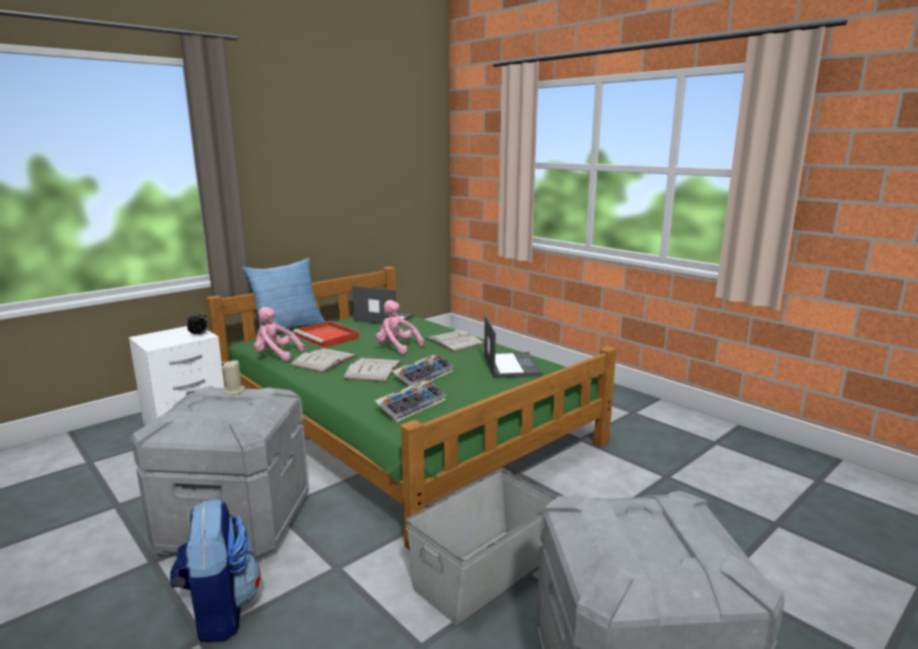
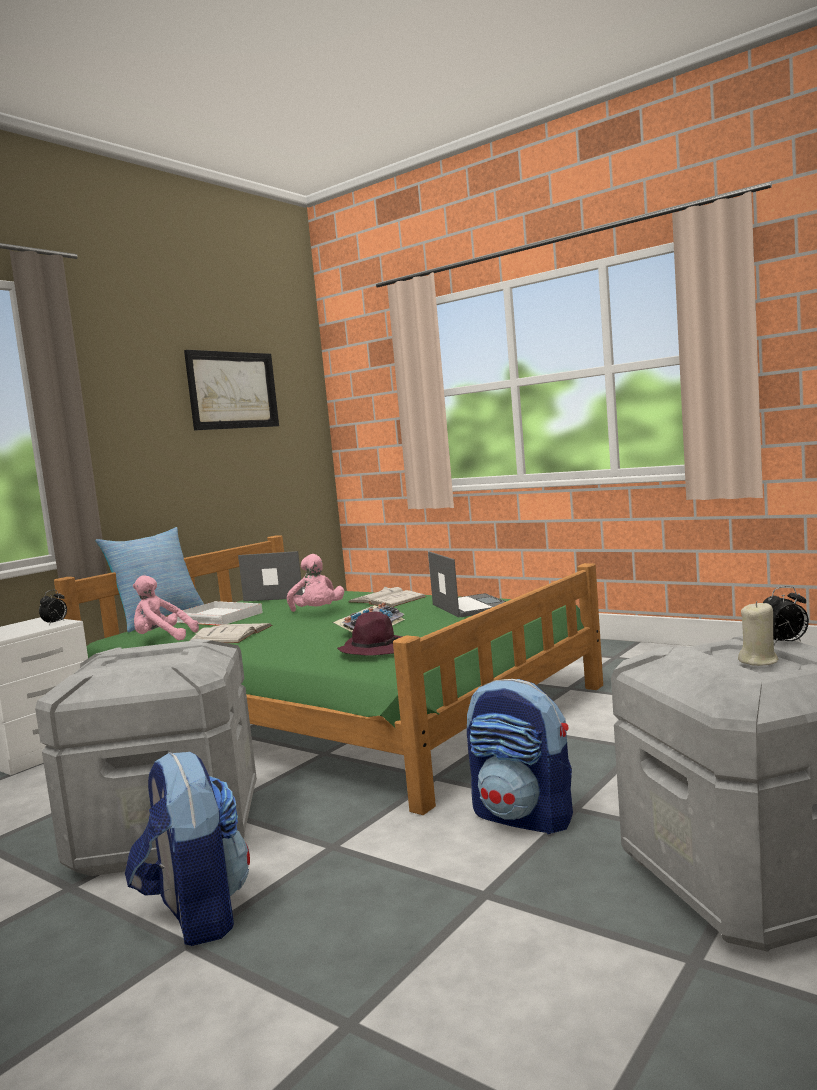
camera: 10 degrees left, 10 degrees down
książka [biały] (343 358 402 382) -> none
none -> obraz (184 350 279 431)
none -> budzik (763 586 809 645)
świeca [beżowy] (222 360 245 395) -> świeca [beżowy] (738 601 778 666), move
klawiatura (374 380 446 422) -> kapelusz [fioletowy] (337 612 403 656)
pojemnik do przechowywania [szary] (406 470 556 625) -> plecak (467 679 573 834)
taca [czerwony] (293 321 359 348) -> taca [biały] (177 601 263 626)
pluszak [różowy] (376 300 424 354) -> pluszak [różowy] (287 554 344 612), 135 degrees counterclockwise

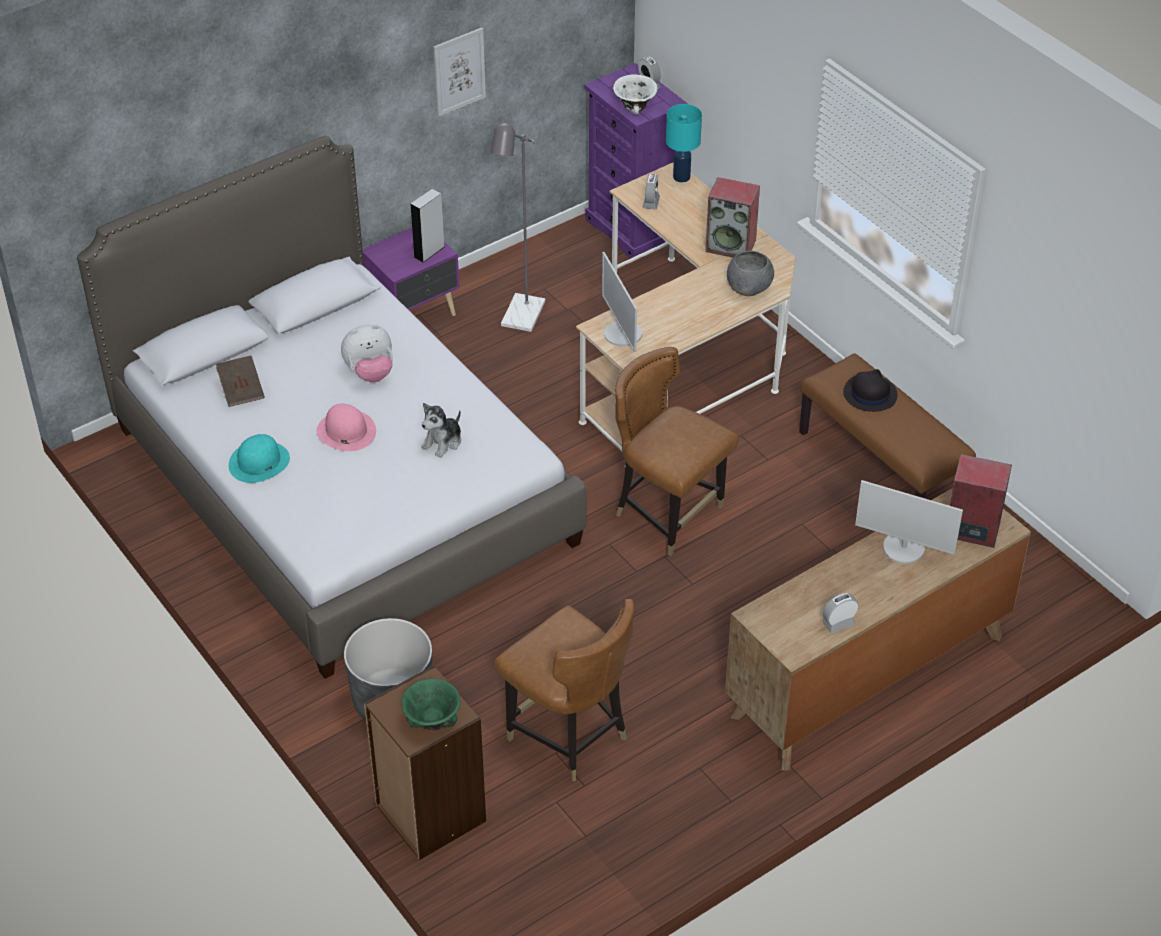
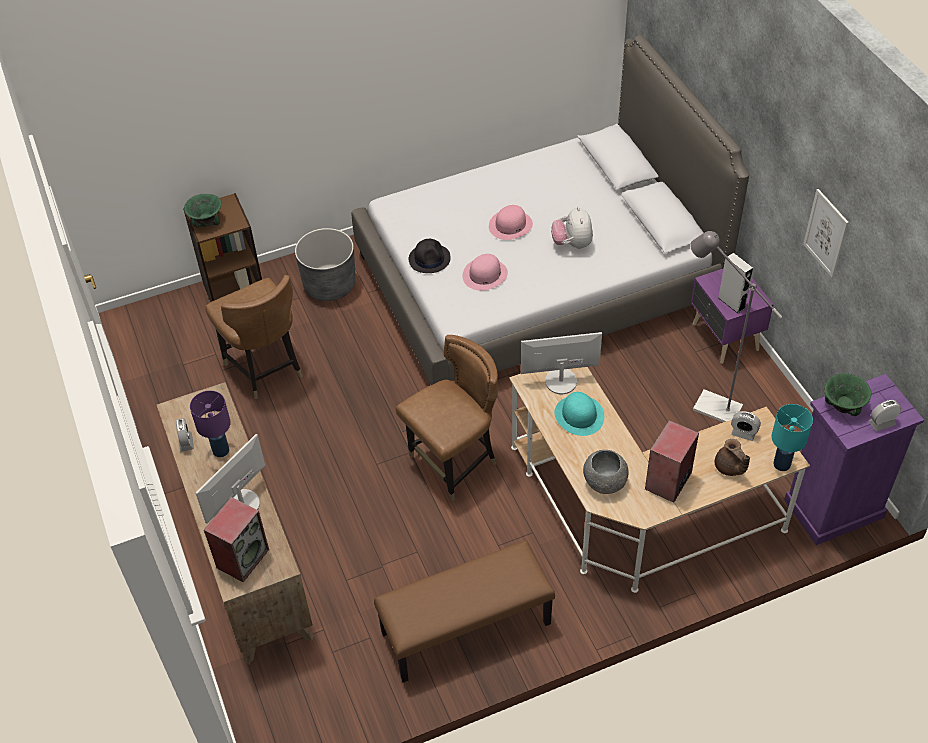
camera: 105 degrees right, 5 degrees up
książka [brązowy] (216 356 265 407) -> none
none -> lampa stołowa [fioletowy] (190 391 231 457)
none -> imbryk [brązowy] (715 439 750 476)
kapelusz [turkusowy] (229 434 290 483) -> kapelusz [turkusowy] (554 392 604 436), move
kapelusz [czarny] (843 369 898 412) -> kapelusz [czarny] (409 239 451 273), move
pluszak (421 403 461 458) -> kapelusz [różowy] (463 254 508 291)
miska [biały] (613 74 658 115) -> miska [zielony] (824 373 871 416)
krzesło [brązowy] (494 599 634 782) -> krzesło [brązowy] (205 275 303 399), 90 degrees counterclockwise

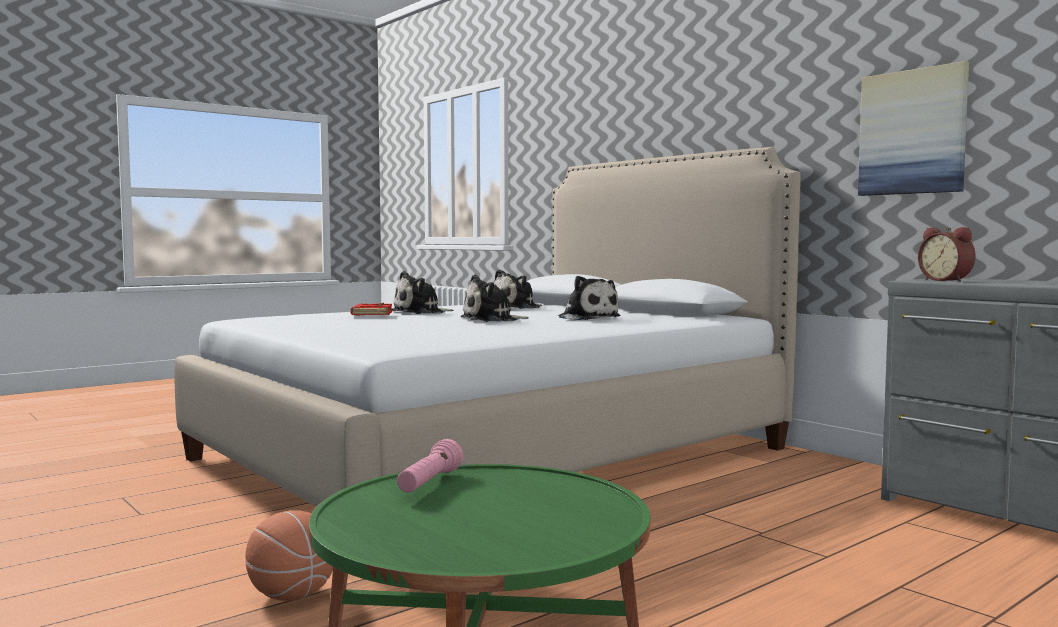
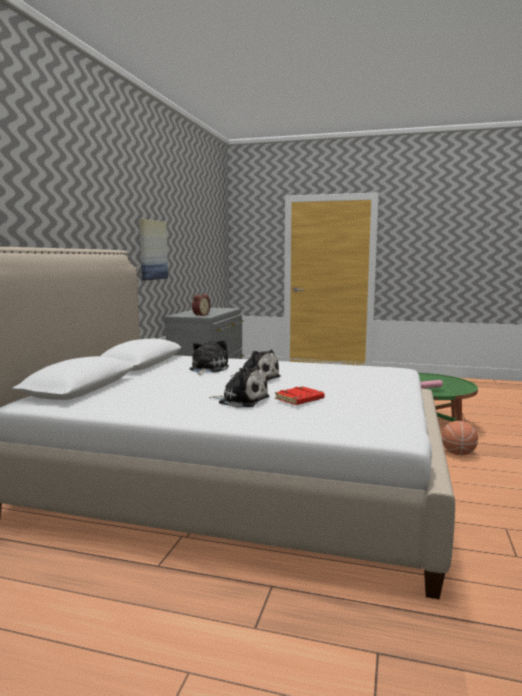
camera: 125 degrees left, 5 degrees up
pluszak (494 269 542 309) -> none

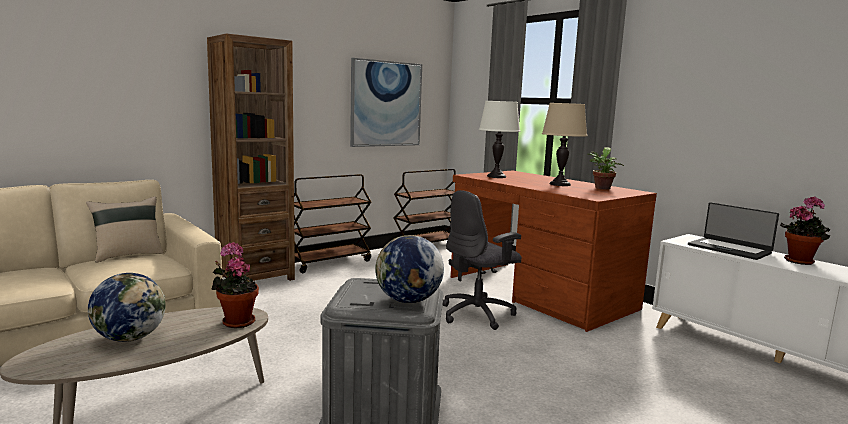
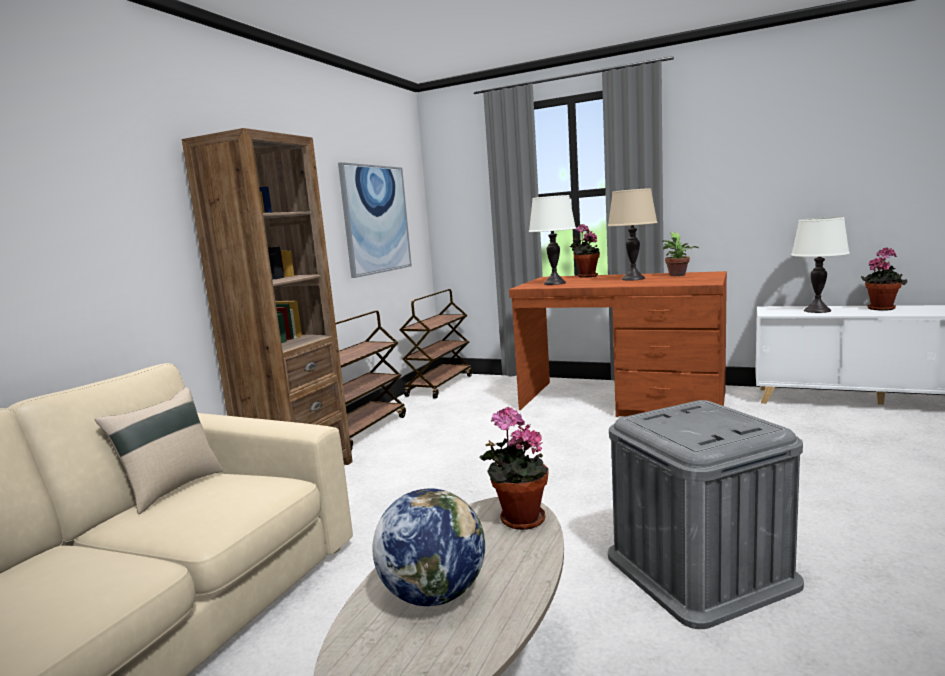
camera: 25 degrees left, 0 degrees up
globus (375 235 444 303) -> none
krzesło biurowe [szary] (443 190 522 330) -> none
none -> roślina doniczkowa (570 224 600 278)
laptop (688 202 779 260) -> lampa stołowa [biały] (791 217 850 313)

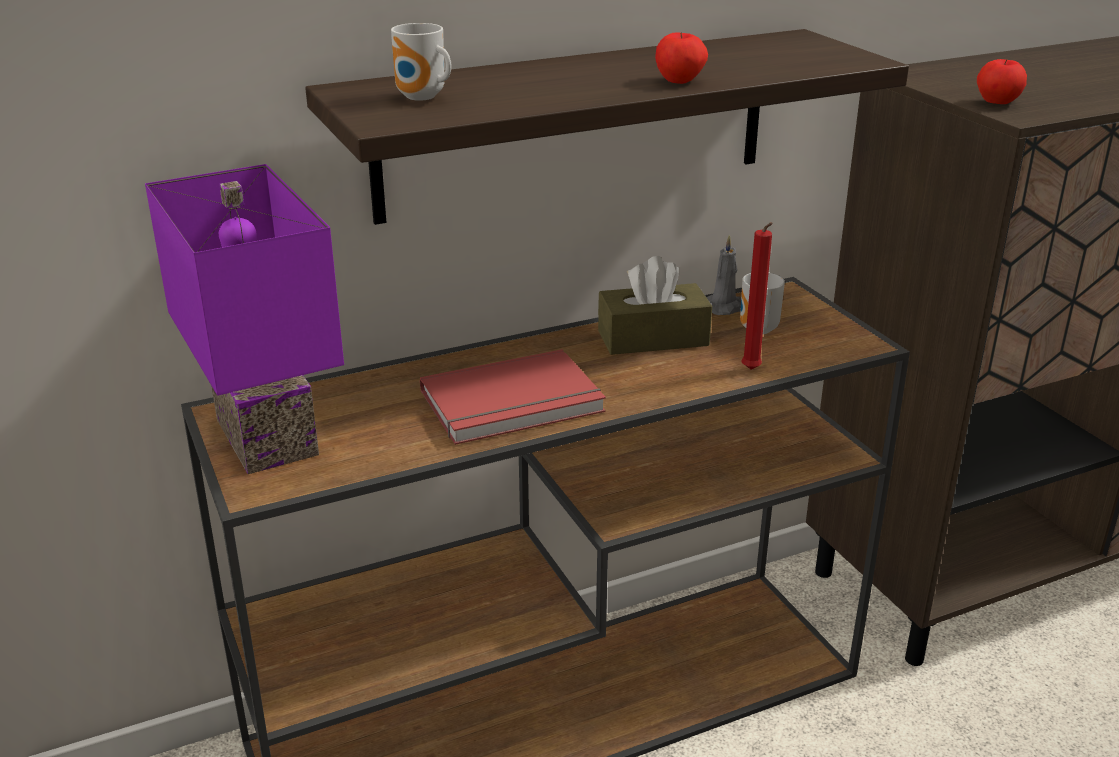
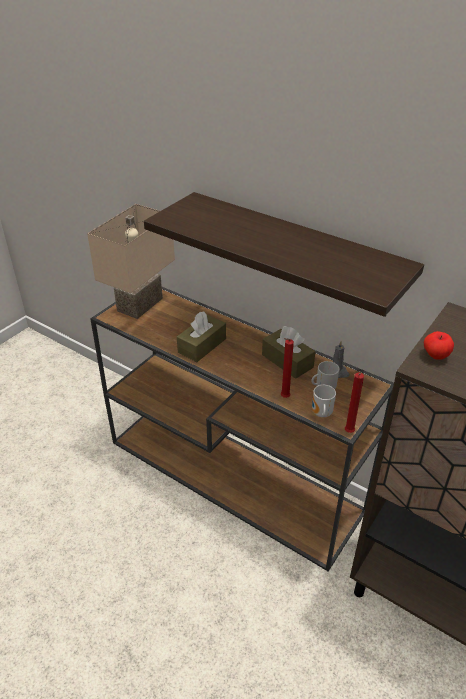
camera: 60 degrees right, 10 degrees up
jabłko (655 32 708 84) -> none
none -> świeca [czerwony] (345 372 364 433)
kubek (391 23 451 101) -> kubek (312 385 336 417), move
książka [czerwony] (420 349 606 445) -> pudełko chusteczek [brązowy] (177 311 226 362)
lampa stołowa [fioletowy] (145 164 344 474) -> lampa stołowa [beżowy] (87 204 175 319)

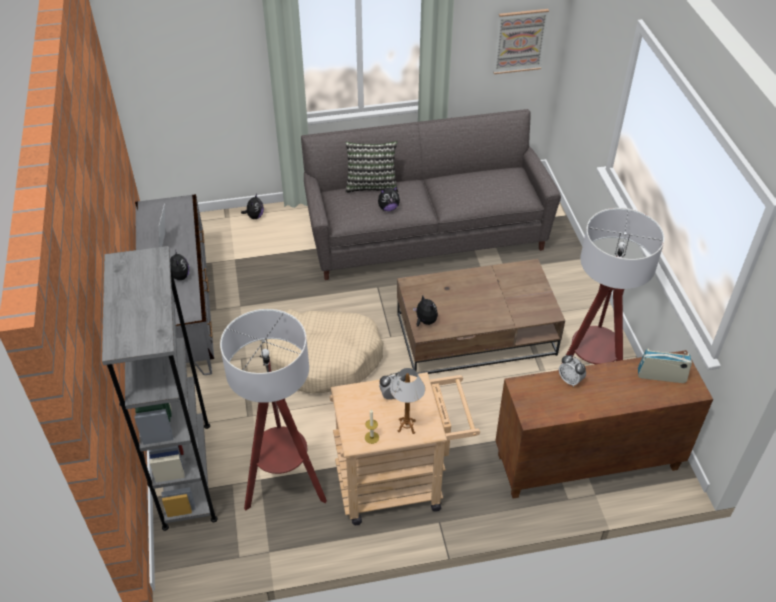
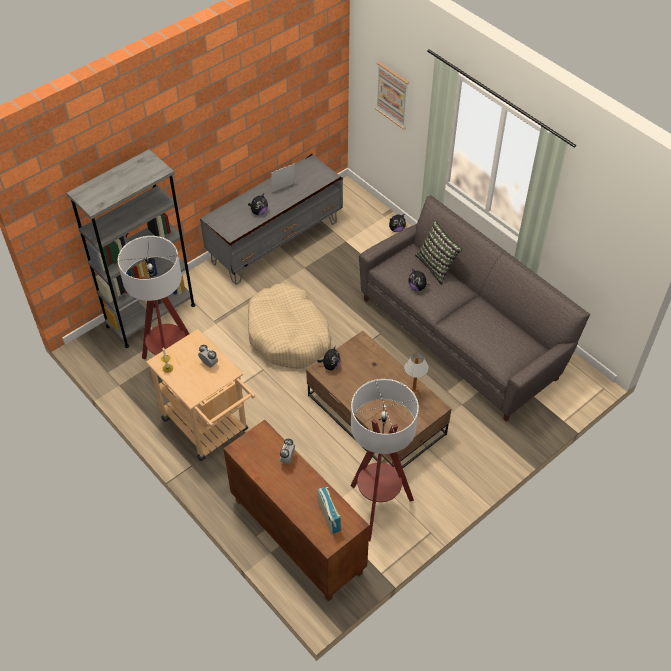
camera: 60 degrees right, 5 degrees up
lampa stołowa (390 368 425 434) -> lampa stołowa (404 354 429 396), move
obraz (493 9 549 74) -> obraz (375 62 409 130), move

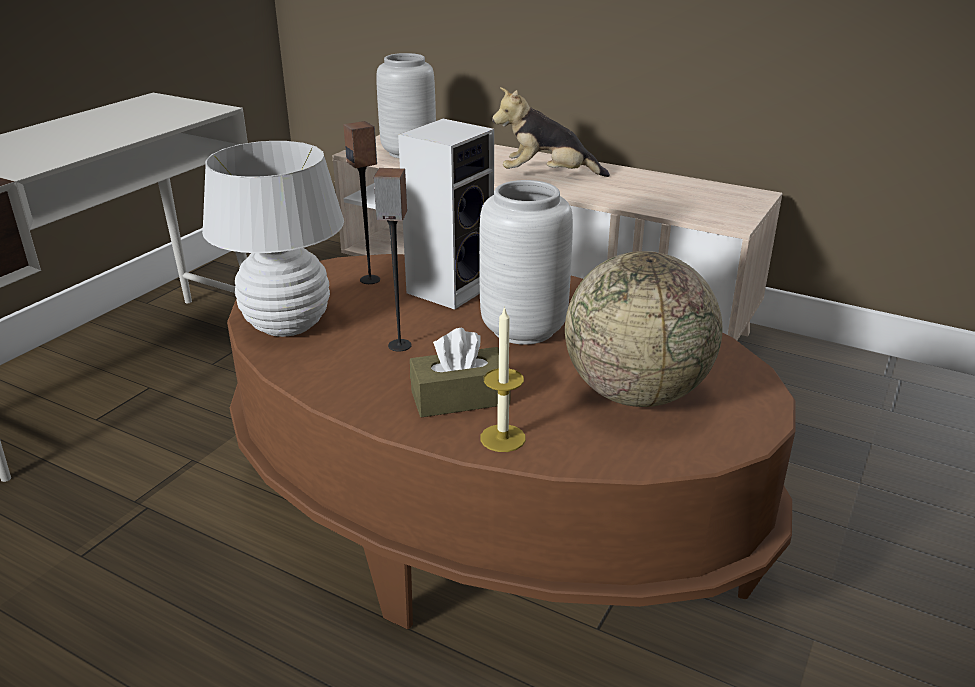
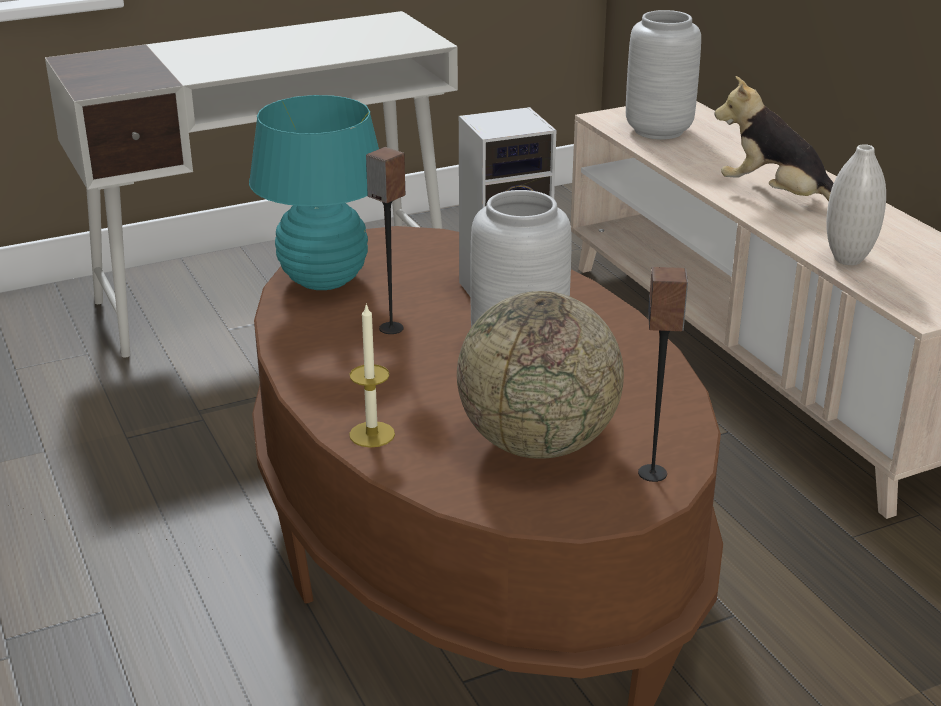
camera: 35 degrees right, 0 degrees up
pudełko chusteczek [brązowy] (410 328 511 417) -> none
none -> wazon [biały] (826 144 886 265)
głośnik (344 121 380 284) -> głośnik (638 267 688 482), move
lampa stołowa [biały] (202 141 344 337) -> lampa stołowa [turkusowy] (249 95 379 290)

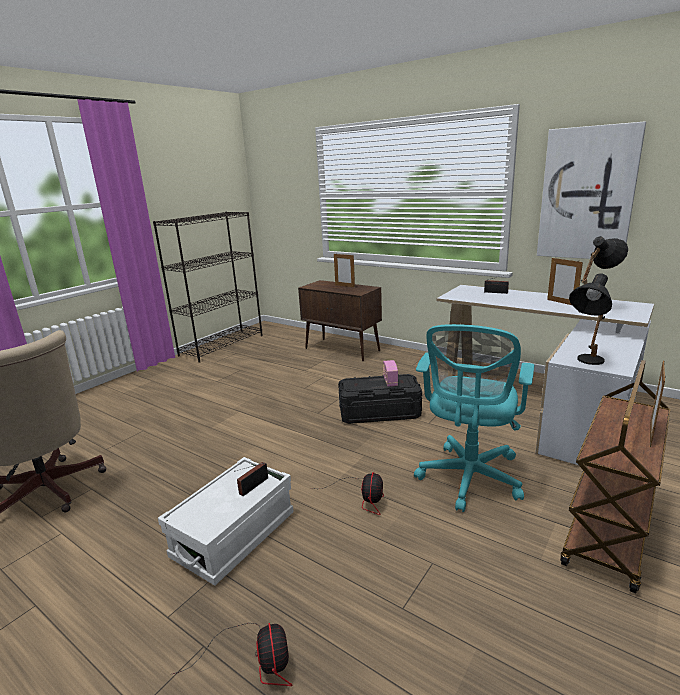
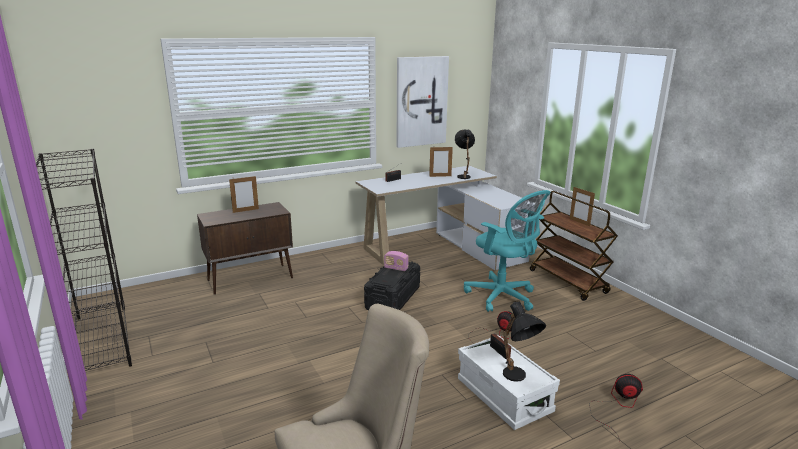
camera: 65 degrees left, 0 degrees up
lampa stołowa [czarny] (569 273 612 365) -> lampa stołowa [czarny] (503 302 546 382), move

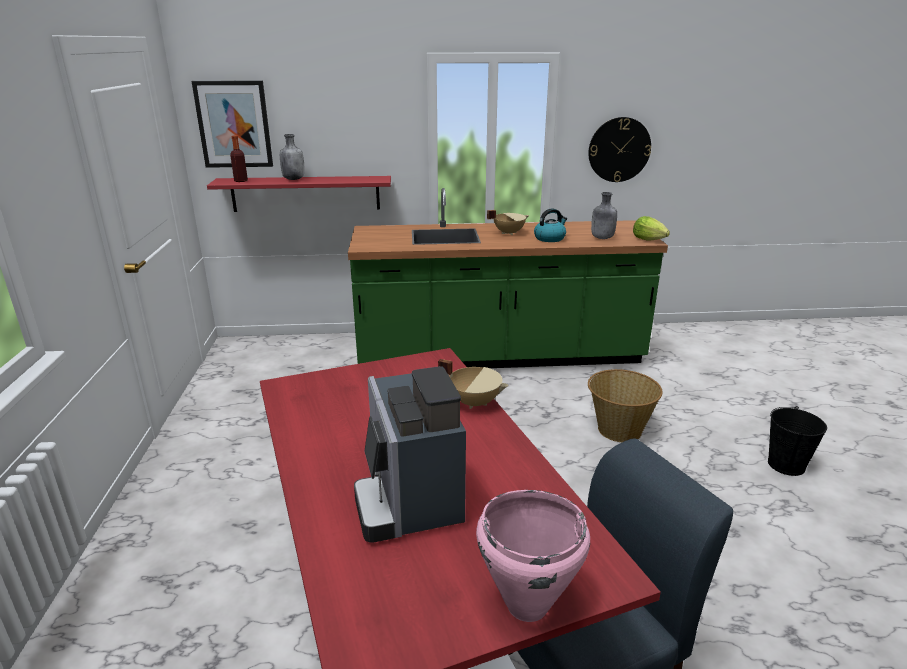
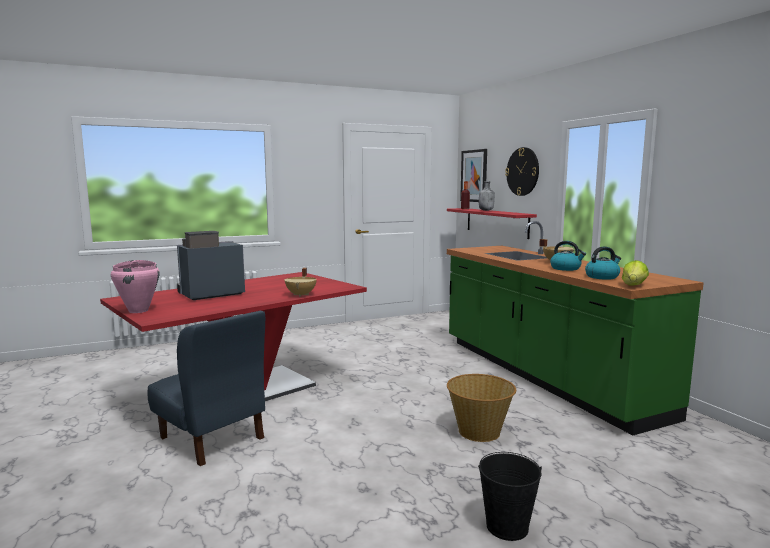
camera: 70 degrees right, 15 degrees down
zegar ścienny (588 117 651 182) -> zegar ścienny (505 147 539 196), move
butelka [szary] (591 192 617 239) -> czajnik (585 246 621 280)

